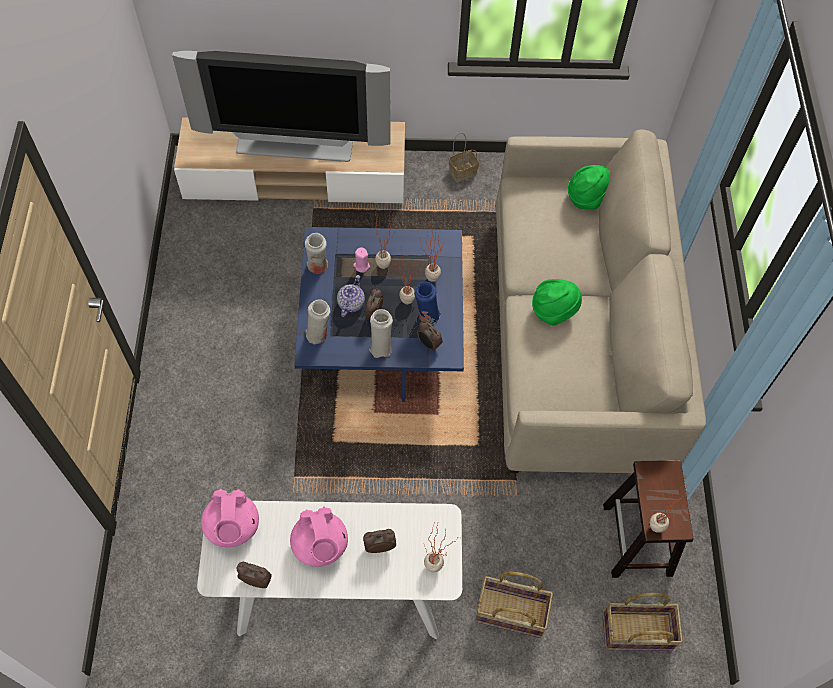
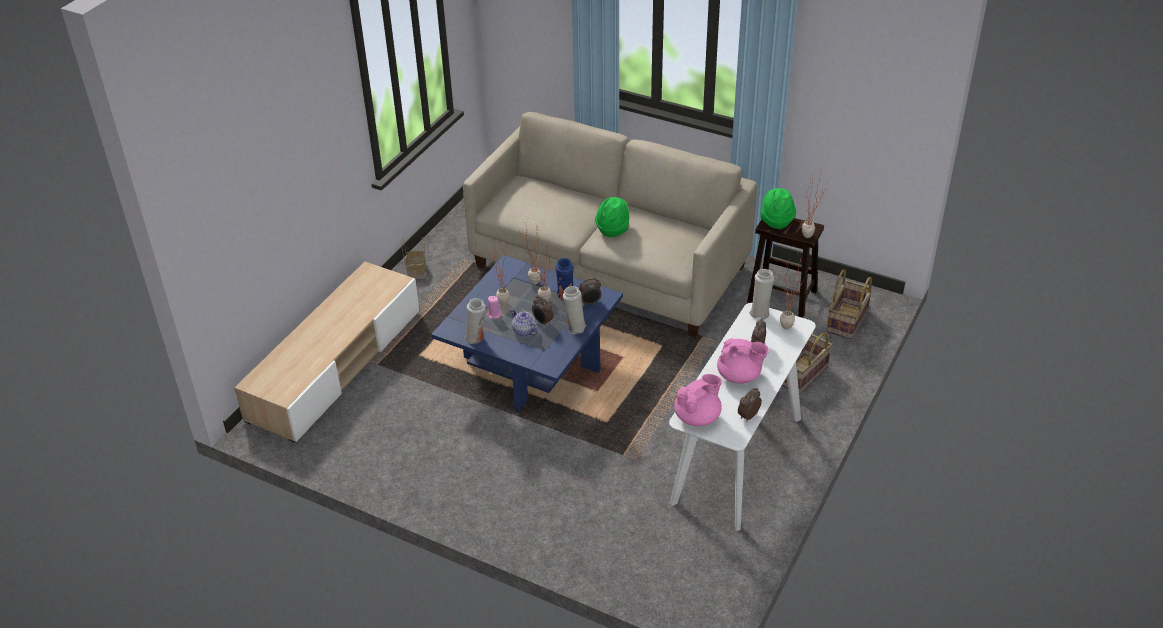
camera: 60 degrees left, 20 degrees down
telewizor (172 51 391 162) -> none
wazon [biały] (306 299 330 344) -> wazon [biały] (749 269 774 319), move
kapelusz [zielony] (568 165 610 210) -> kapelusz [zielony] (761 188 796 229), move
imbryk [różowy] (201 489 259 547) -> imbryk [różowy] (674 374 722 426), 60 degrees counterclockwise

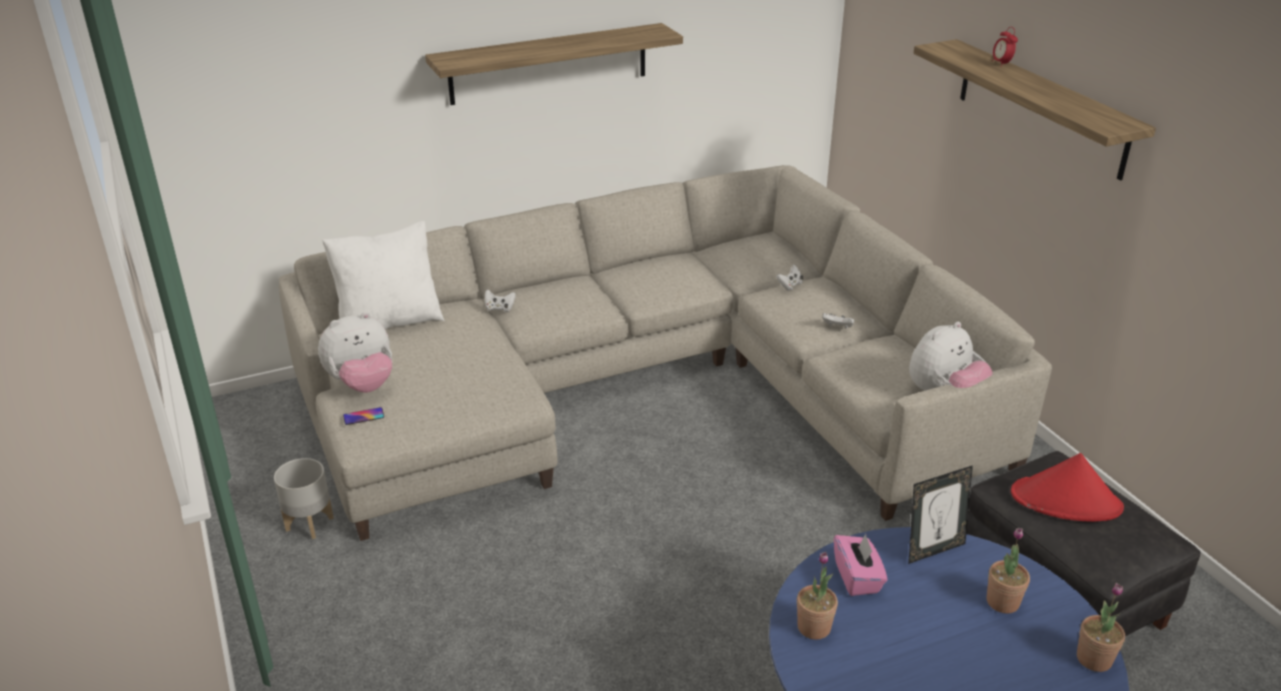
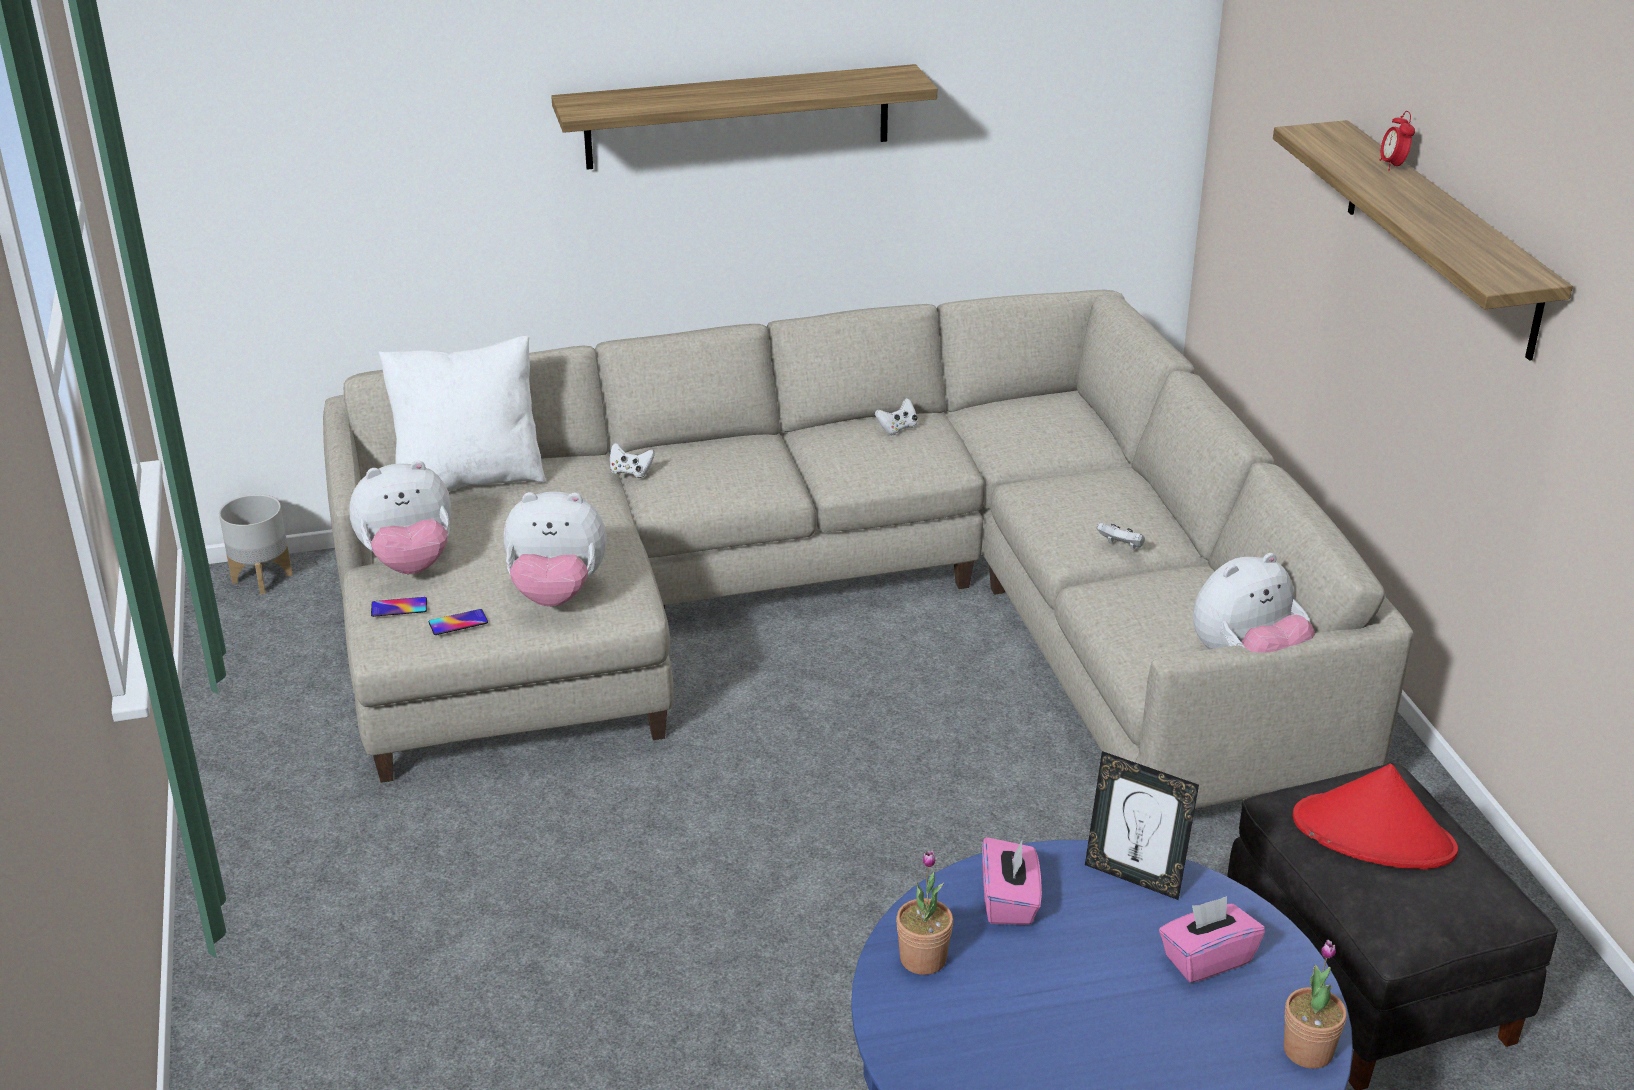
camera: 10 degrees right, 0 degrees up
none -> telefon (428 609 488 635)
none -> pluszak (504 491 607 607)
donica [szary] (274 458 334 539) -> donica [szary] (219 494 293 595), move
pad do gier [biały] (776 264 803 291) -> pad do gier [biały] (875 398 917 435), move
roślina doniczkowa (987 528 1030 613) -> pudełko chusteczek [różowy] (1159 896 1265 983)
ramka na zdjęcie (908 465 973 564) -> ramka na zdjęcie (1085 751 1199 900), 45 degrees clockwise

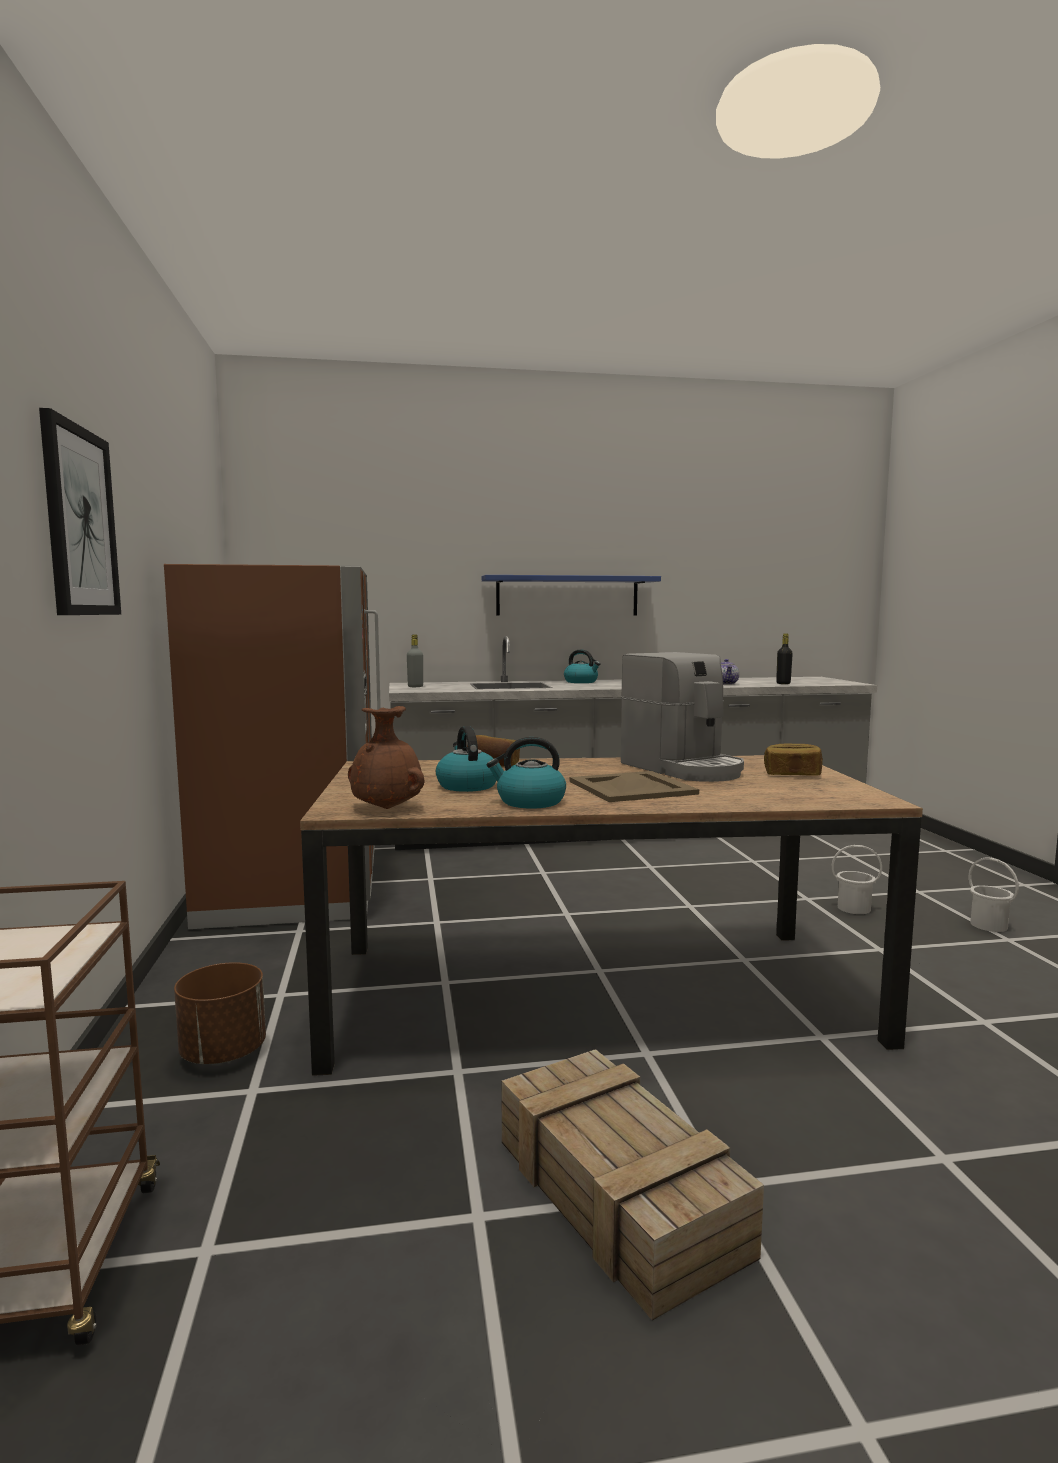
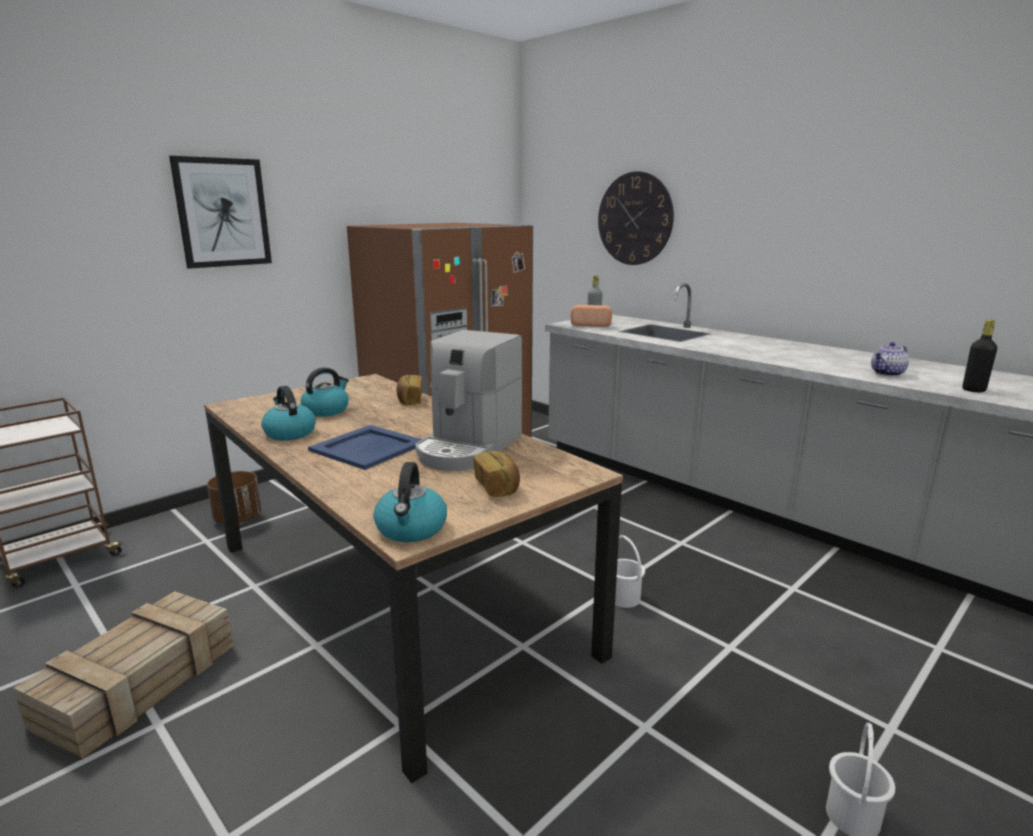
camera: 55 degrees right, 10 degrees up
wazon [brązowy] (348 706 425 809) -> none
półka [niebieski] (482 575 661 616) -> none
none -> chleb (571 305 612 327)
none -> zegar ścienny (598 171 674 265)
czajnik (564 650 601 683) -> czajnik (373 462 447 542), move
wiadro [biały] (831 845 882 914) -> wiadro [biały] (615 535 645 608), move
taca [beżowy] (569 771 699 802) -> taca [niebieski] (308 425 422 470)

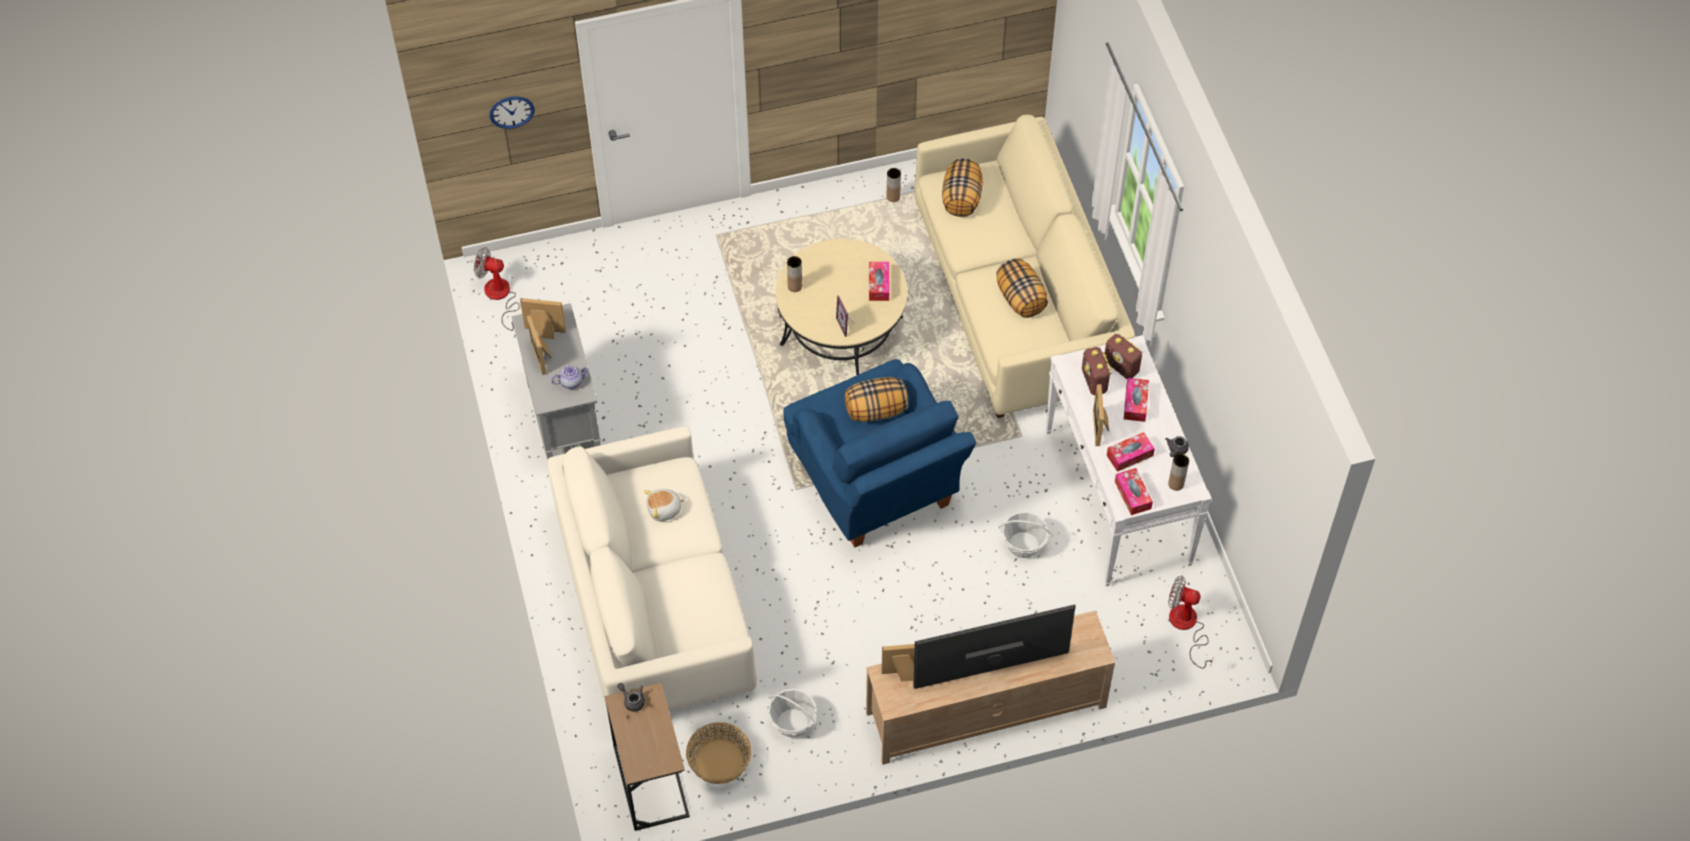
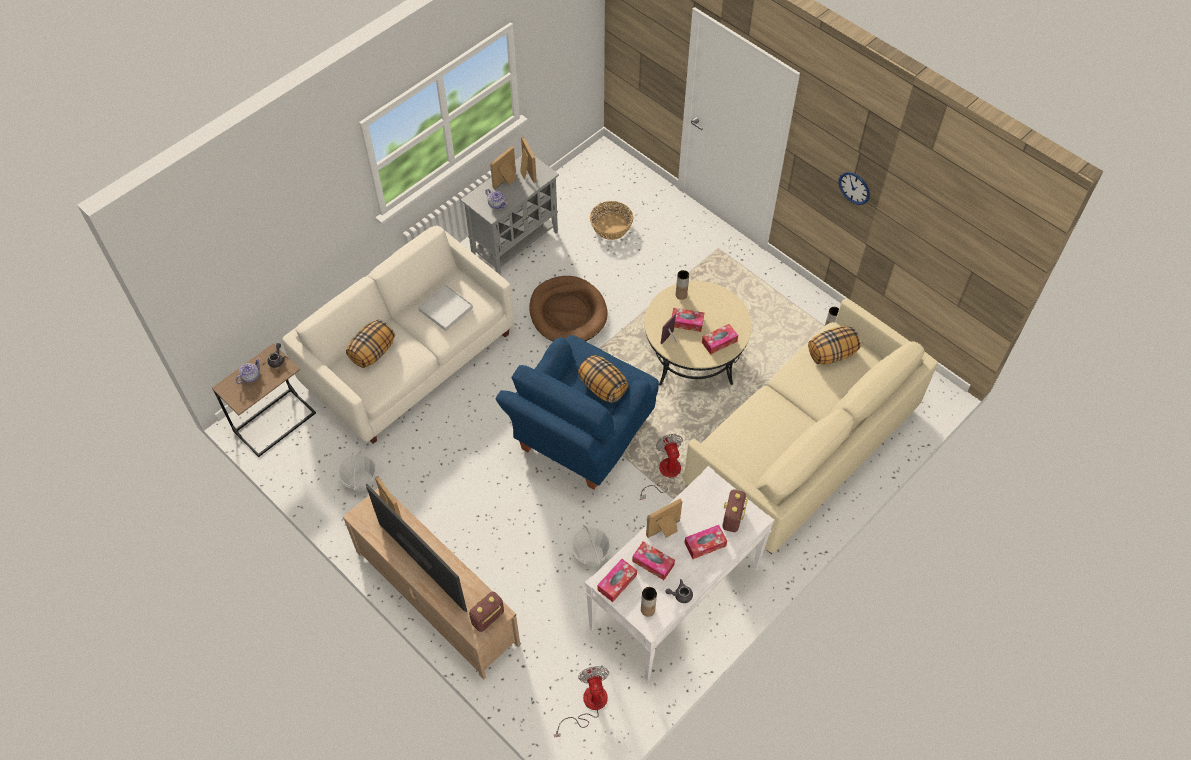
camera: 60 degrees right, 0 degrees up
none -> imbryk (236 358 260 384)
none -> legowisko [brązowy] (529 276 608 341)
none -> pudełko chusteczek (672 308 704 332)
wentylator (474 247 520 331) -> wentylator (640 434 683 500), move
zegar ścienny (490 96 535 129) -> zegar ścienny (838 172 870 205), move
koszyk (686 722 751 784) -> koszyk (590 201 633 240), move
poduszka (996 258 1048 318) -> poduszka (346 320 395 368), move
radio (1082 347 1112 395) -> radio (469 591 504 632), move
pluszak (644 489 685 521) -> taca [biały] (418 284 473 331)

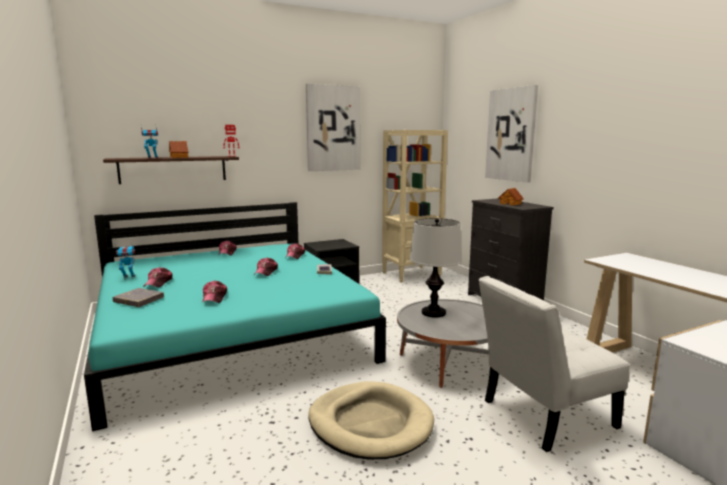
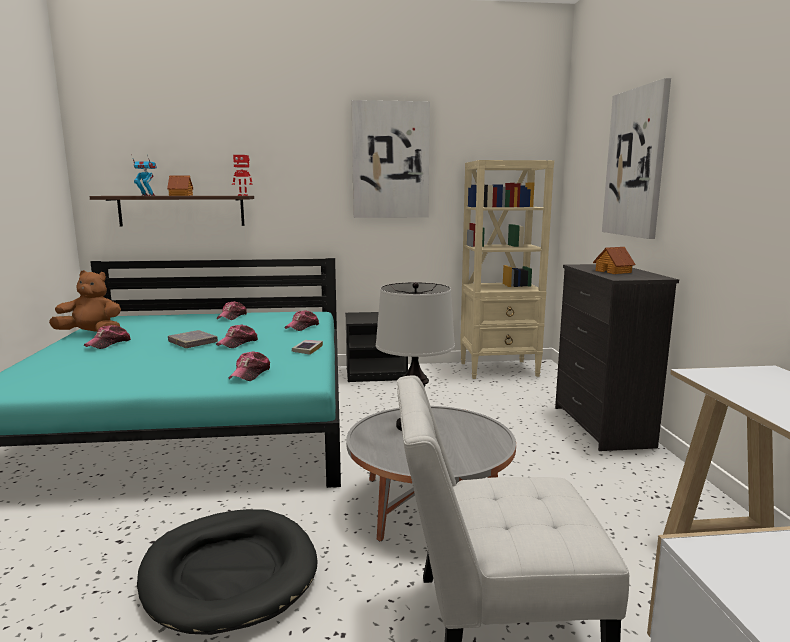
camera: 20 degrees right, 0 degrees up
książka [szary] (112 288 164 307) -> książka [szary] (168 330 218 348), move
czapka z daszkiem (202 281 227 303) -> czapka z daszkiem (228 351 270 381), move
robot zabawkowy (115 243 135 279) -> pluszak [brązowy] (49 270 121 332)
legowisko [beżowy] (308 381 434 460) -> legowisko [czarny] (137 509 318 635)

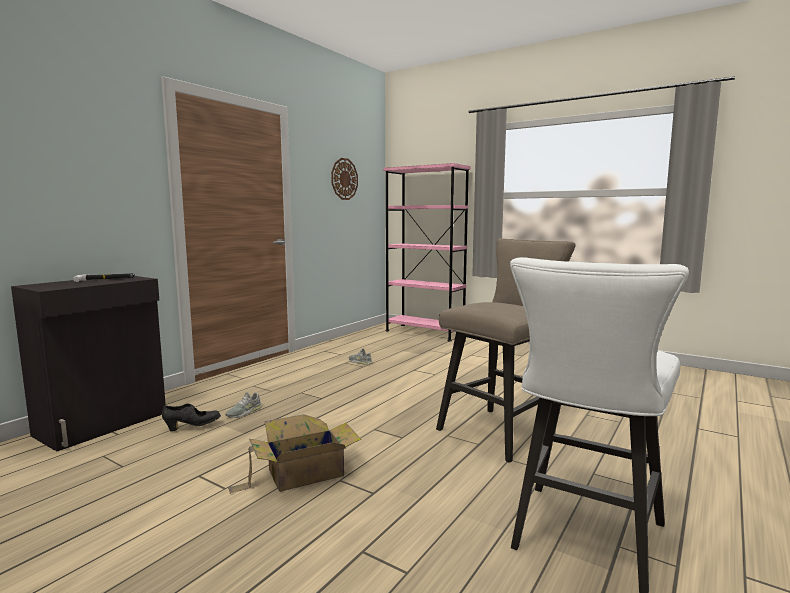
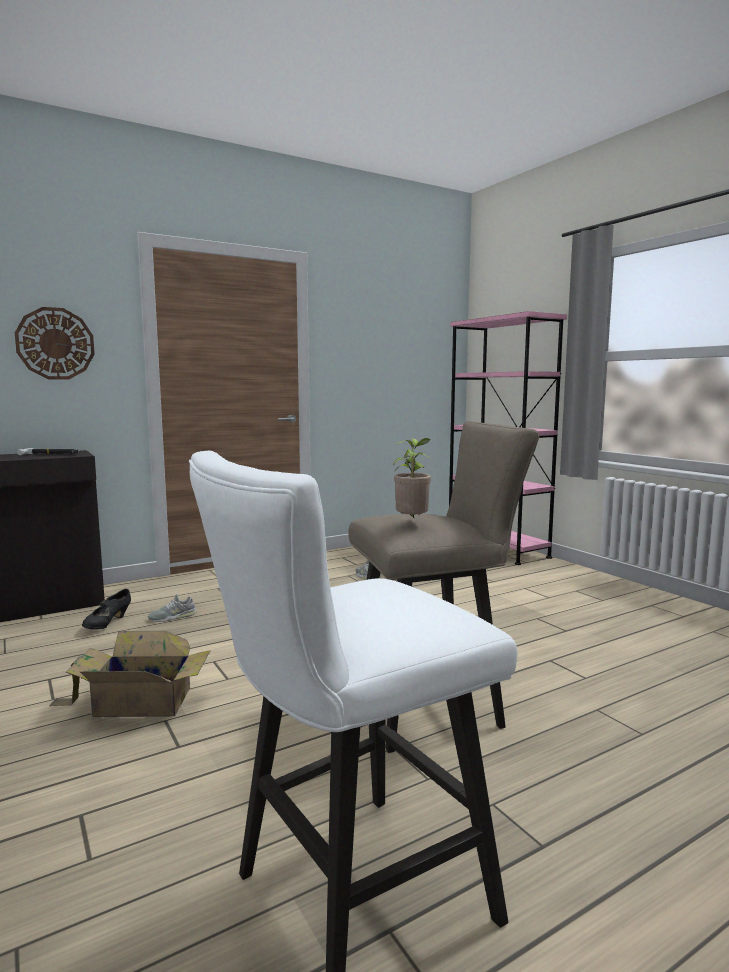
camera: 25 degrees right, 0 degrees up
none -> roślina doniczkowa (393 438 433 518)
zegar ścienny (331 158 358 200) -> zegar ścienny (15 307 95 380), move
but [czarny] (162 403 221 431) -> but [czarny] (82 589 131 630), 105 degrees clockwise

